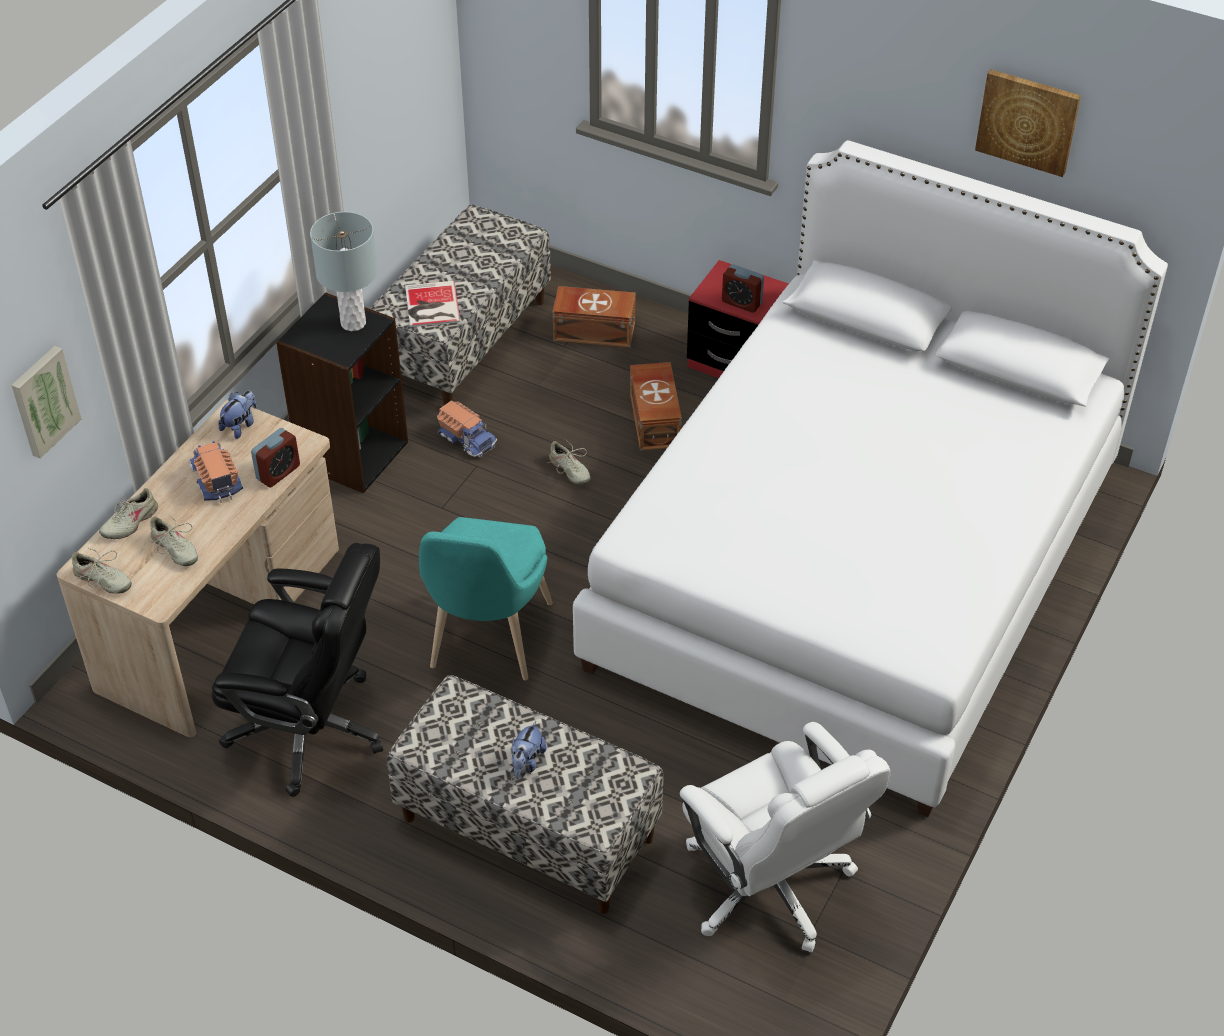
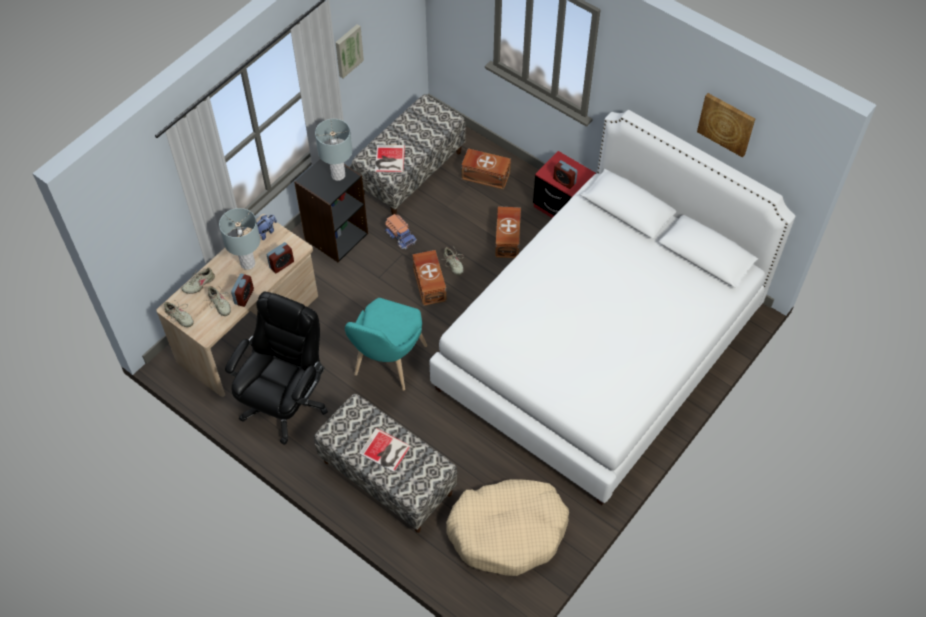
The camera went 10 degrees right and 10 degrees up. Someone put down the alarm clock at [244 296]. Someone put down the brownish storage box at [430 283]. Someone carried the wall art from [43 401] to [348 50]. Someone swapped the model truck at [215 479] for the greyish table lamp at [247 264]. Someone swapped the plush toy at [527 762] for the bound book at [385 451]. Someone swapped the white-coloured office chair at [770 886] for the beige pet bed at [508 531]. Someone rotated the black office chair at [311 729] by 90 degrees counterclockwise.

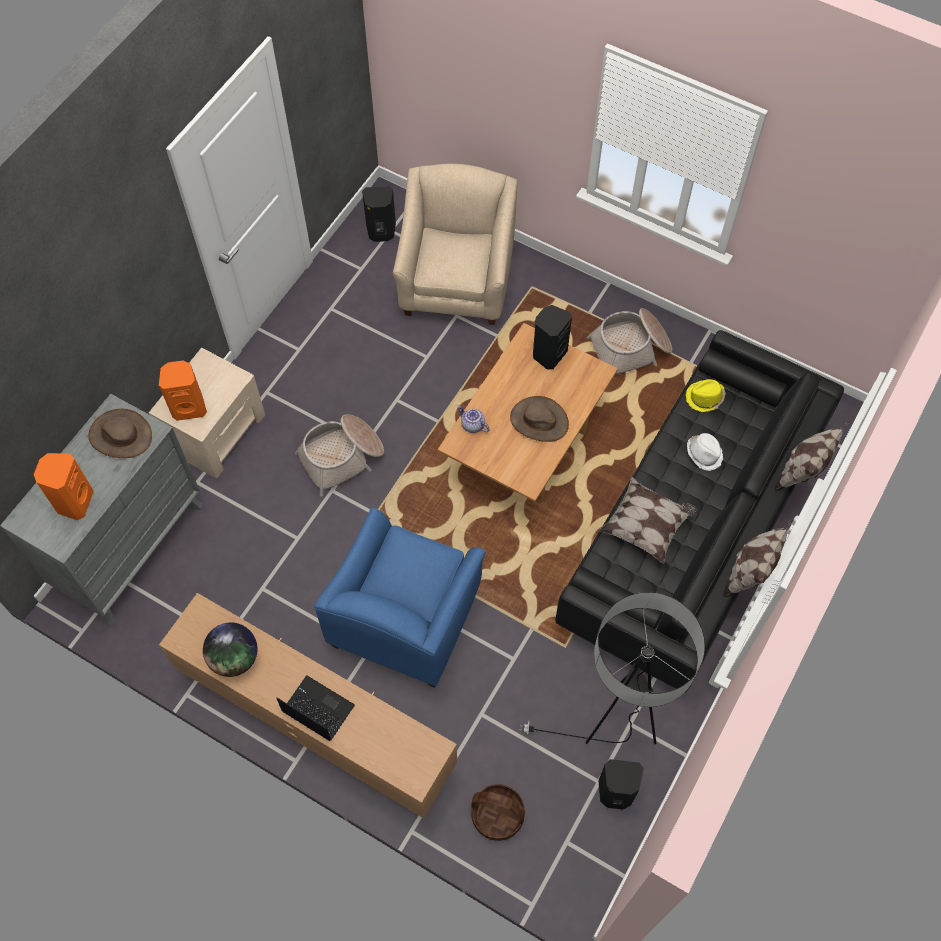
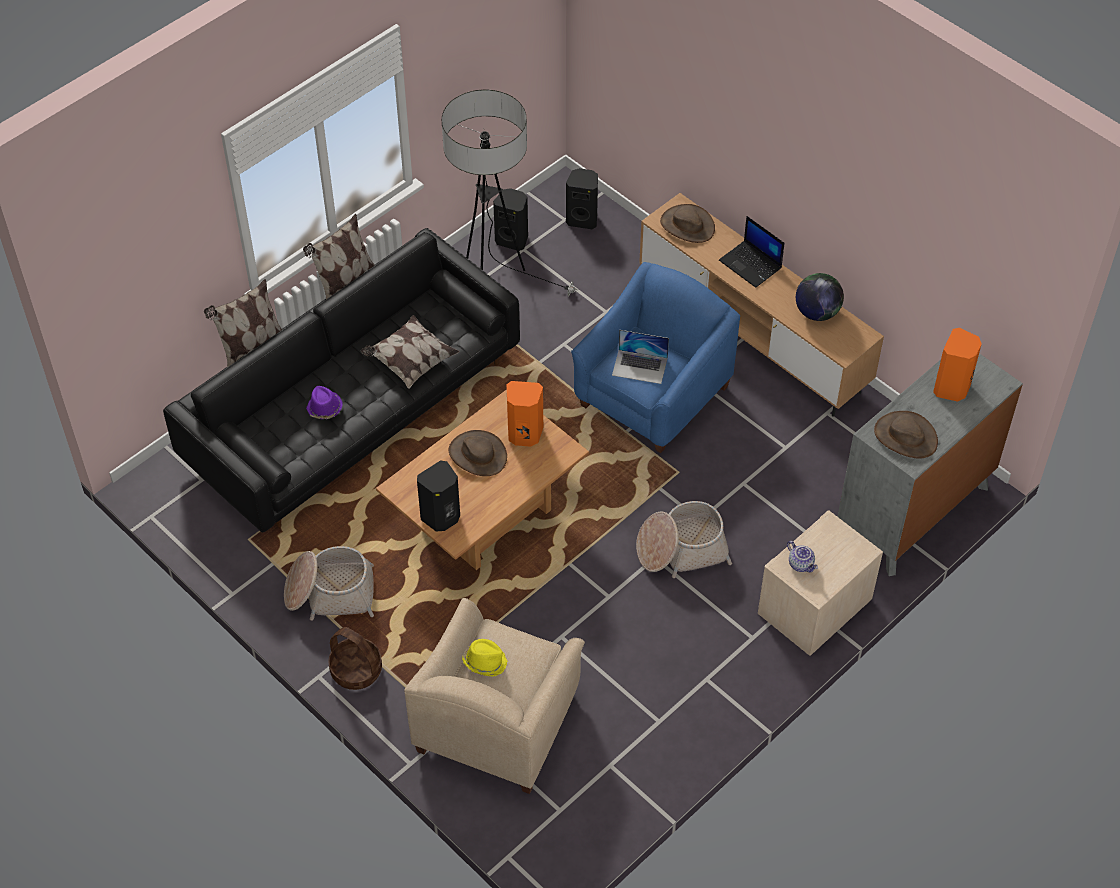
The camera went 165 degrees left and 10 degrees down. Someone put down the laptop at [640 366]. Someone put down the brownish hat at [687 225]. Someone carried the orange-coloured speaker from [189 407] to [524 434]. Someone carried the black speaker from [381 232] to [582 219]. Someone carried the teapot from [472 425] to [801 564]. Someone carried the basket from [497 815] to [357 670]. Someone carried the yellowish hat from [705 398] to [485 661]. Someone repainted the white-coloured hat at [704 454], which became the purplish hat at [324 408].

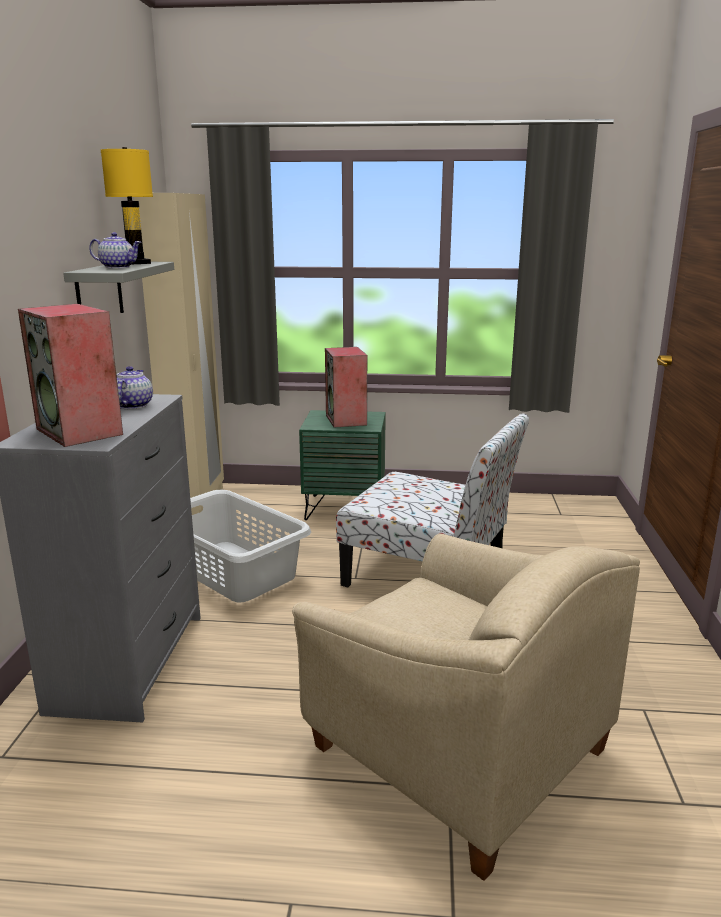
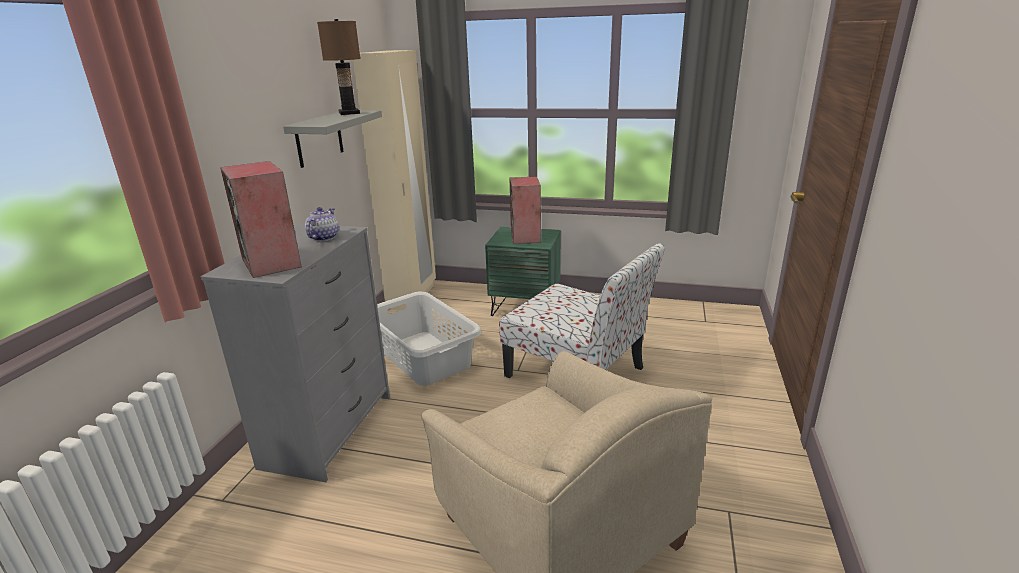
The camera went 10 degrees right and 5 degrees up. Someone took away the teapot at [118 267]. Someone repainted the yellowish table lamp at [135 263], which became the brownish table lamp at [349 113].

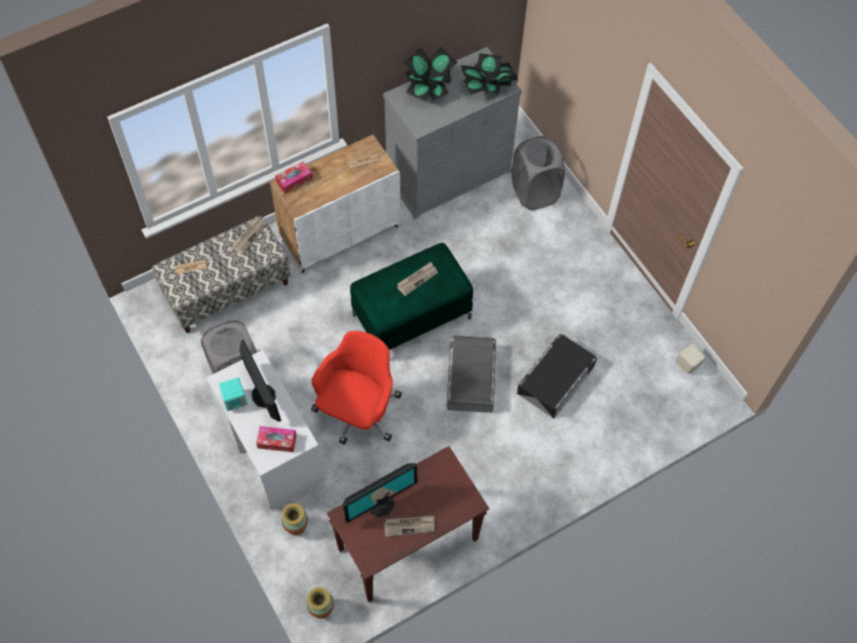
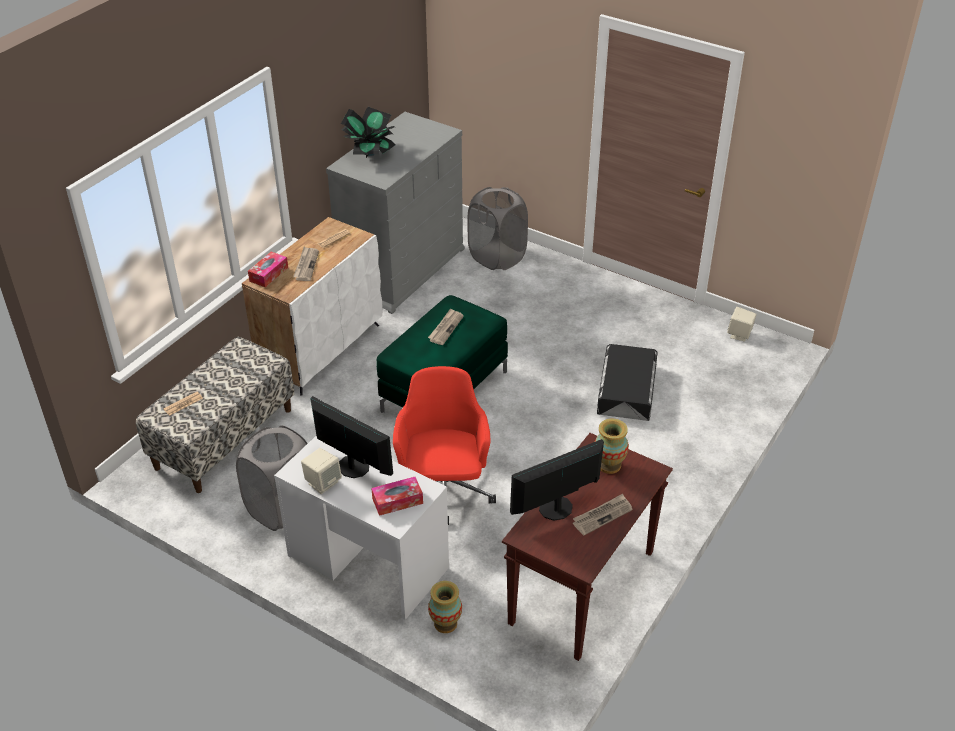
The camera went 25 degrees left and 20 degrees down. Someone took away the greyish storage box at [471 378]. Someone took away the plant in a pot at [488 89]. Someone carried the printed paper from [249 235] to [306 265]. Someone carried the flower vase from [321 609] to [609 465]. Someone repainted the turquoise-coloured speaker at [235 400], which became the beige speaker at [323 482]. Someone rotated the computer screen at [380 504] by 150 degrees counterclockwise.

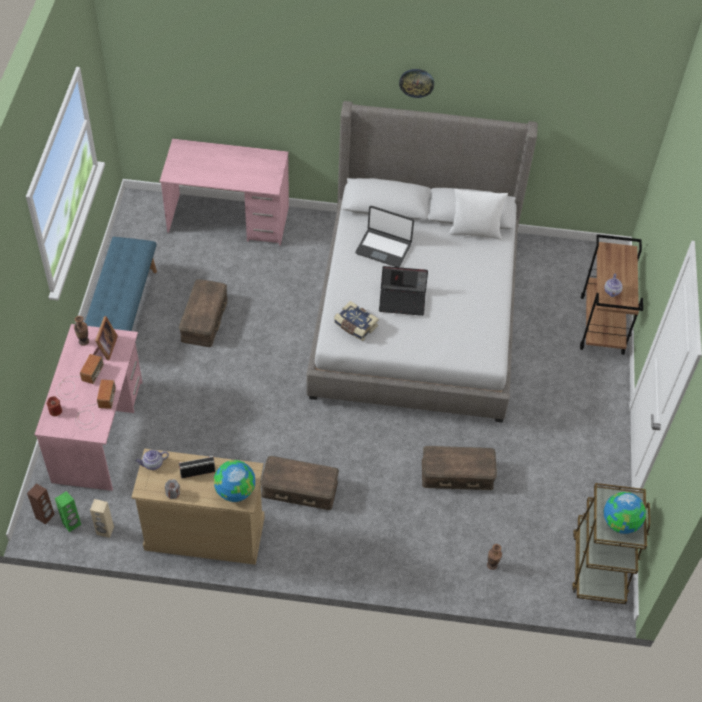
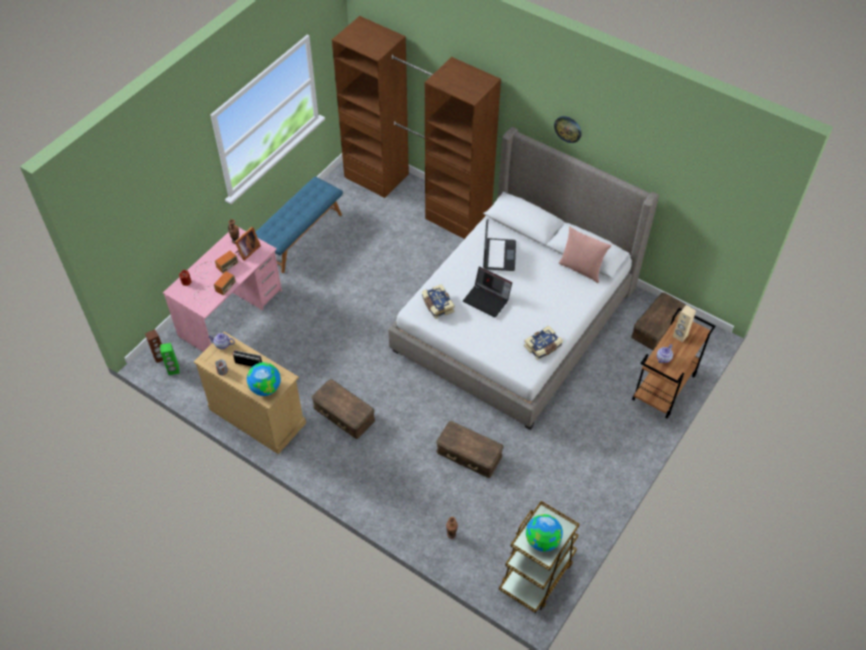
The camera went 30 degrees right and 0 degrees up. Someone put down the bound book at [543 347]. Someone carried the beige speaker from [105 531] to [680 336]. Someone carried the brownish storage box from [203 319] to [656 326]. Someone swapped the pink-coloured desk unit at [228 220] for the brownish wardrobe at [417 196]. Someone repainted the white-coloured pillow at [475 231], which became the pink-coloured pillow at [581 269]. Someone rotated the laptop at [383 248] by 135 degrees counterclockwise.

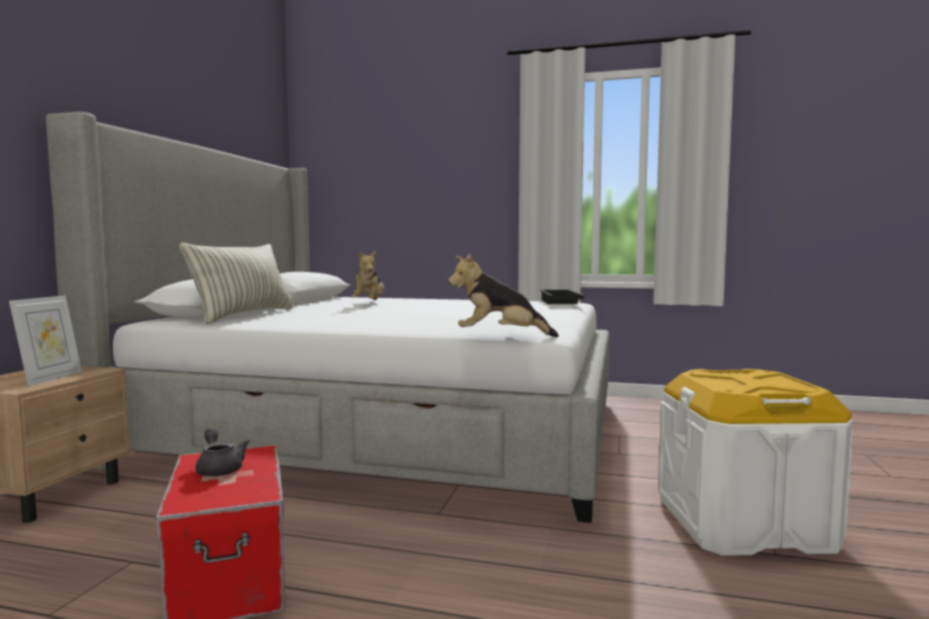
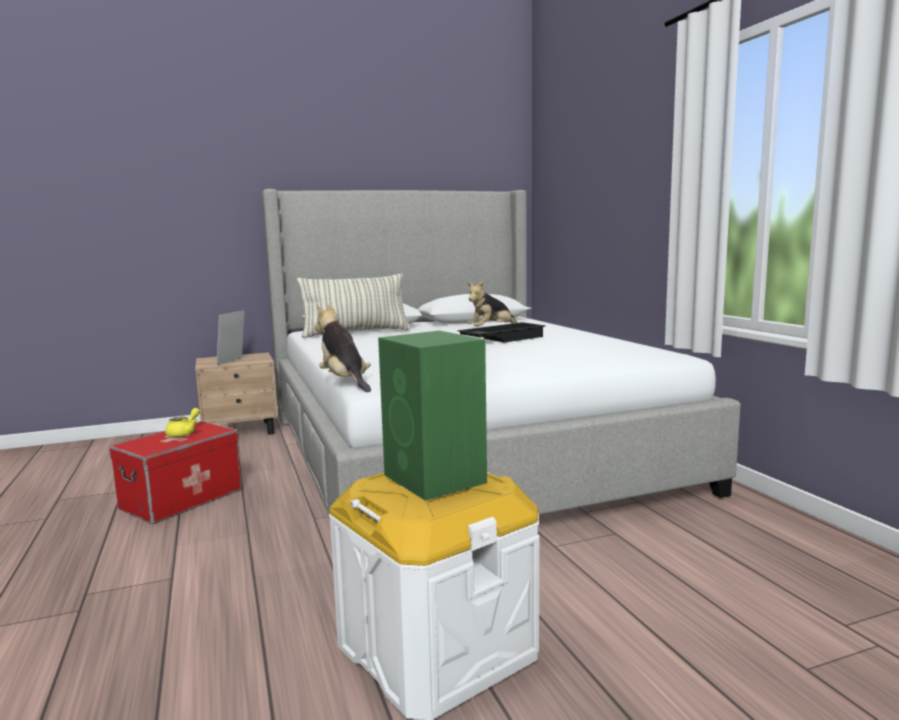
The camera went 55 degrees right and 5 degrees up. Someone put down the green-coloured speaker at [436 479]. Someone carried the black carrying tray from [559 303] to [502 339]. Someone repainted the greyish teapot at [219 468], which became the yellowish teapot at [184 433]. Someone rotated the standing frame at [50 378] by 135 degrees clockwise.

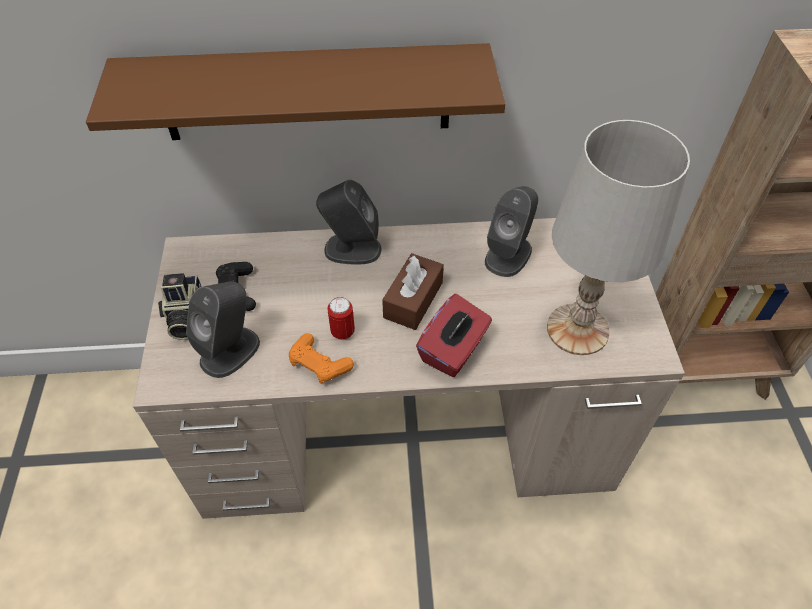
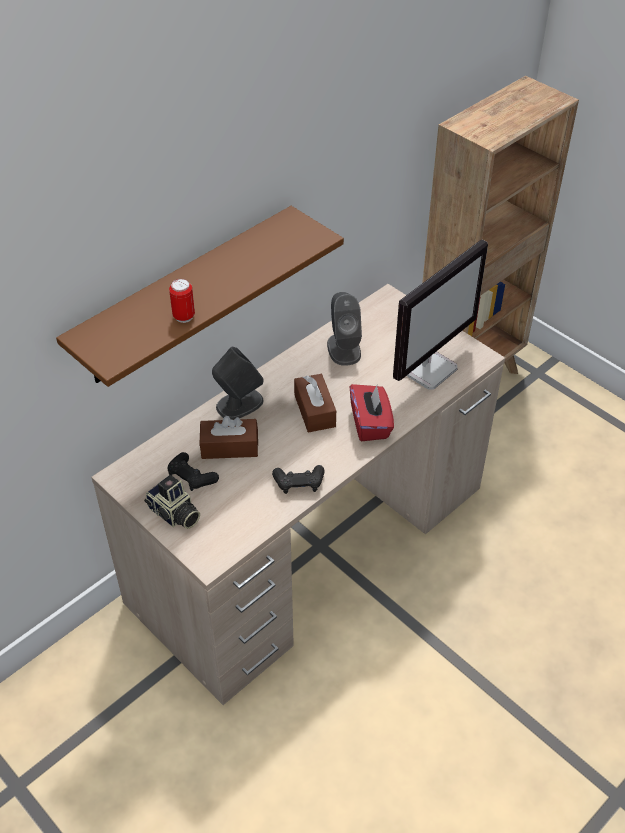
The camera went 40 degrees left and 5 degrees down. Someone took away the greyish speaker at [230 351]. Someone put down the brownish tissue holder at [229 447]. Someone carried the sealed can from [343 332] to [184 317]. Someone swapped the white-coloured table lamp at [578 329] for the computer screen at [427 368]. Someone repainted the orange-coloured game controller at [319 364], which became the black game controller at [299 483].

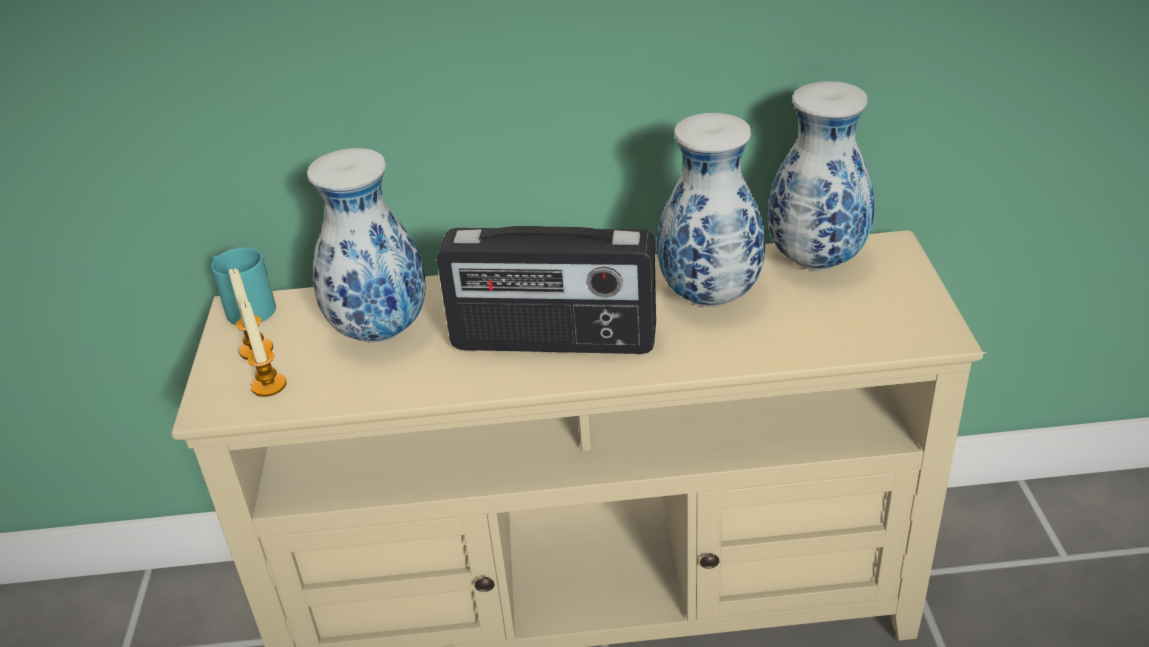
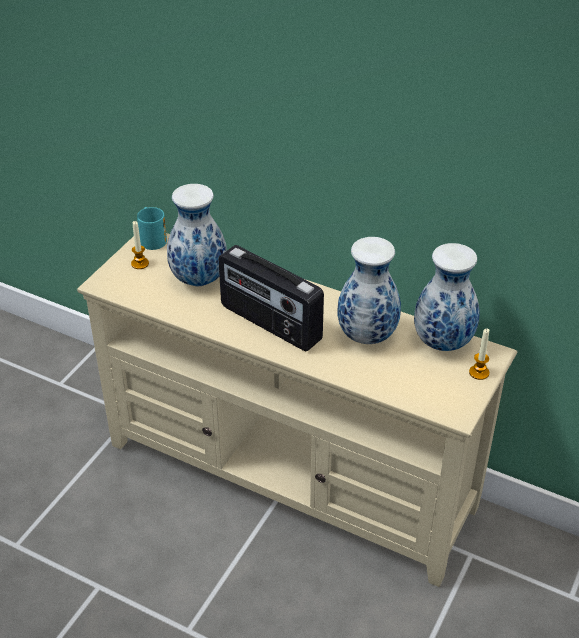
The camera went 30 degrees right and 5 degrees up. Someone carried the wax light from [269 385] to [479 372].

